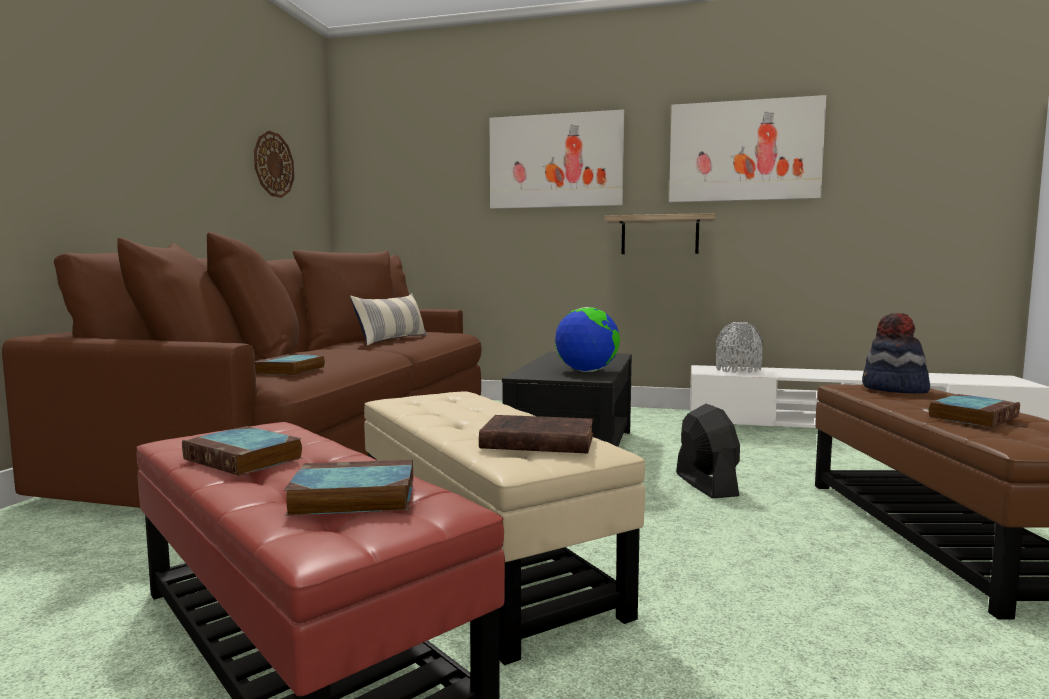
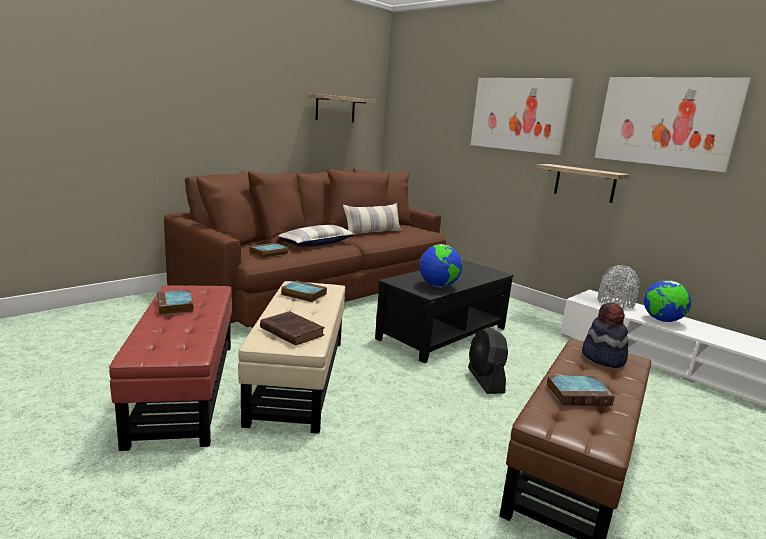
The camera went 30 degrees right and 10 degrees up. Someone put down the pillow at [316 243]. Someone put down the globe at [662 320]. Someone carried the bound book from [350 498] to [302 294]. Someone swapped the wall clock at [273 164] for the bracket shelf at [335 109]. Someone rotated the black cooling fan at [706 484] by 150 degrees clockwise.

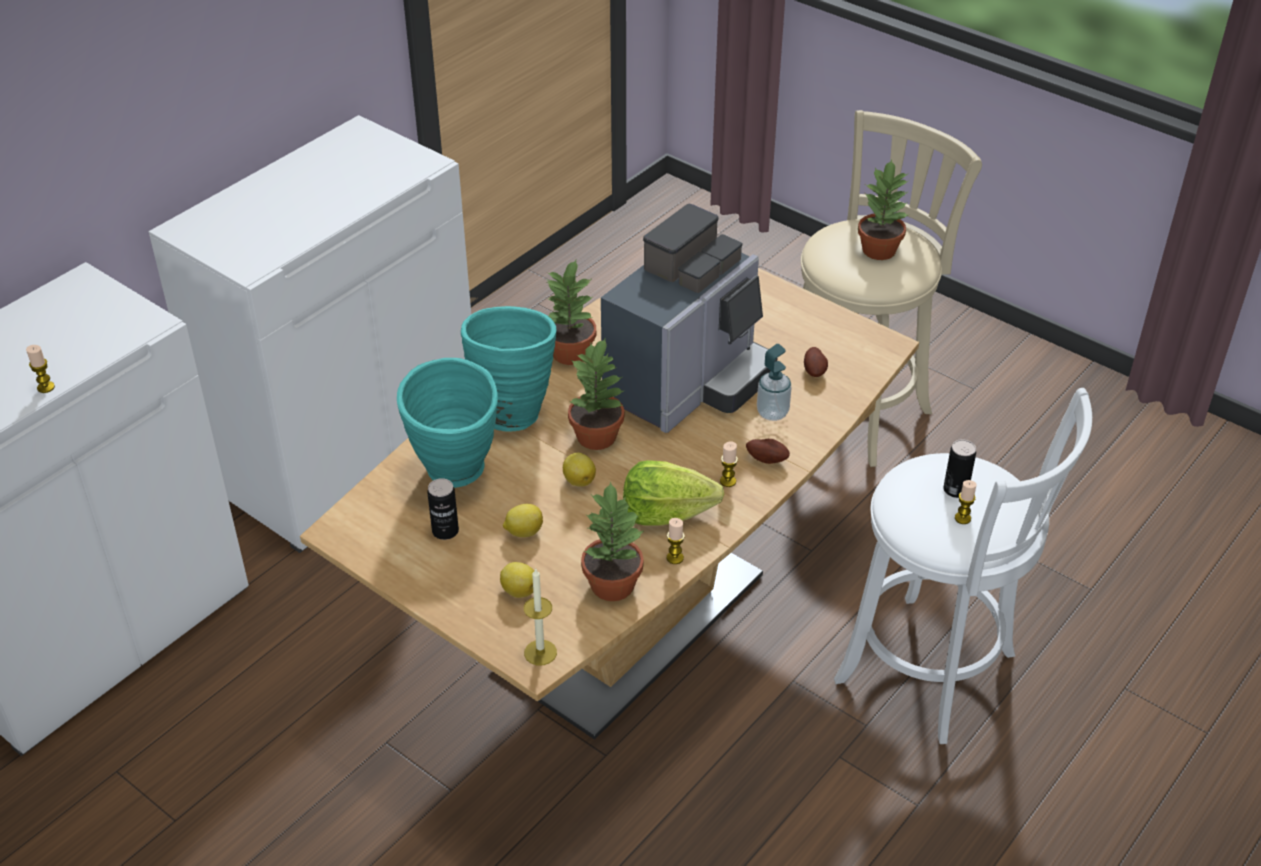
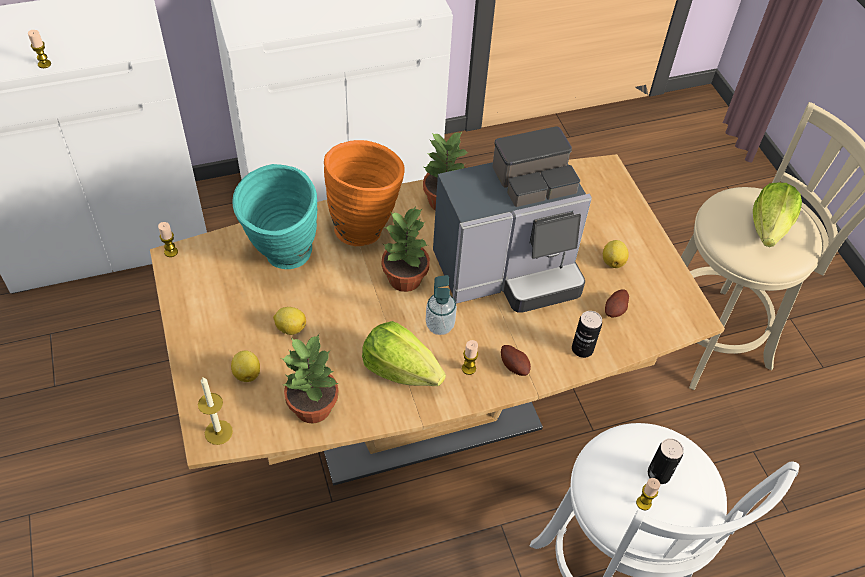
The camera went 30 degrees right and 10 degrees up. Someone carried the sealed can from [445 531] to [582 349]. Someone carried the whole lemon from [579 480] to [613 261]. Someone carried the wax light from [675 558] to [171 252]. Someone carried the liquid soap bottle from [772 413] to [439 325]. Someone swapped the plant in a pot at [880 250] for the lettuce head at [769 228]. Someone repainted the turquoise-coloured flower vase at [512 410], which became the orange-coloured flower vase at [365 226].

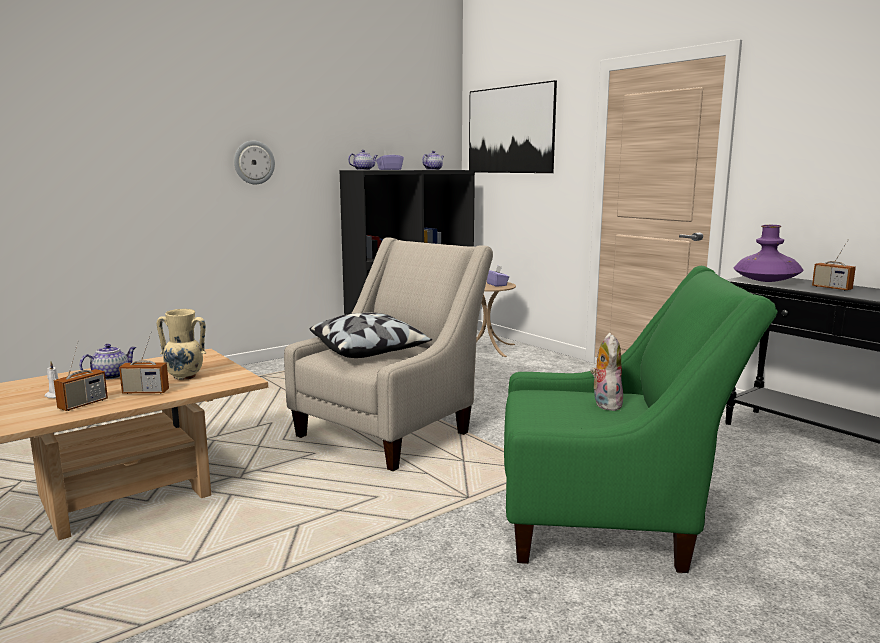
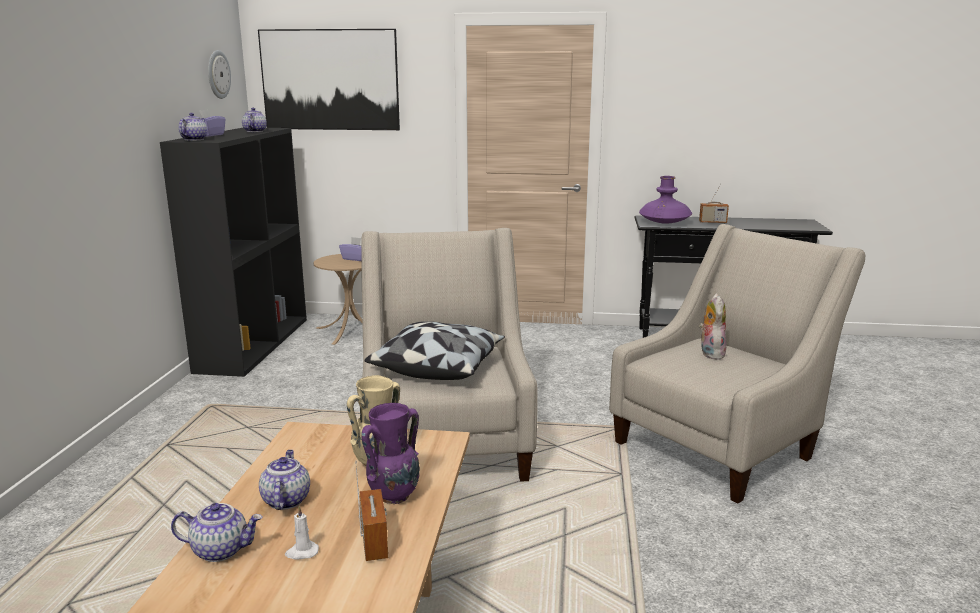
The camera went 45 degrees left and 5 degrees up. Someone put down the teapot at [221 550]. Someone carried the wall clock from [254 162] to [218 74]. Someone swapped the radio set at [145 392] for the purplish flower vase at [393 496]. Someone repainted the green-coloured armchair at [609 520], which became the beige armchair at [720 446]. Someone rotated the plush toy at [605 404] by 45 degrees clockwise.

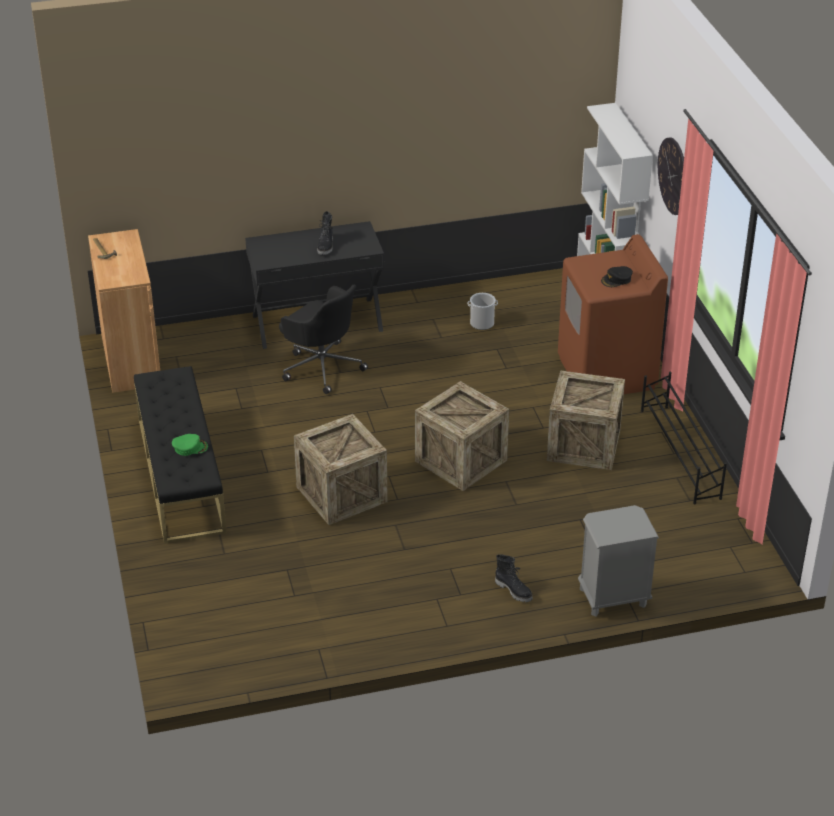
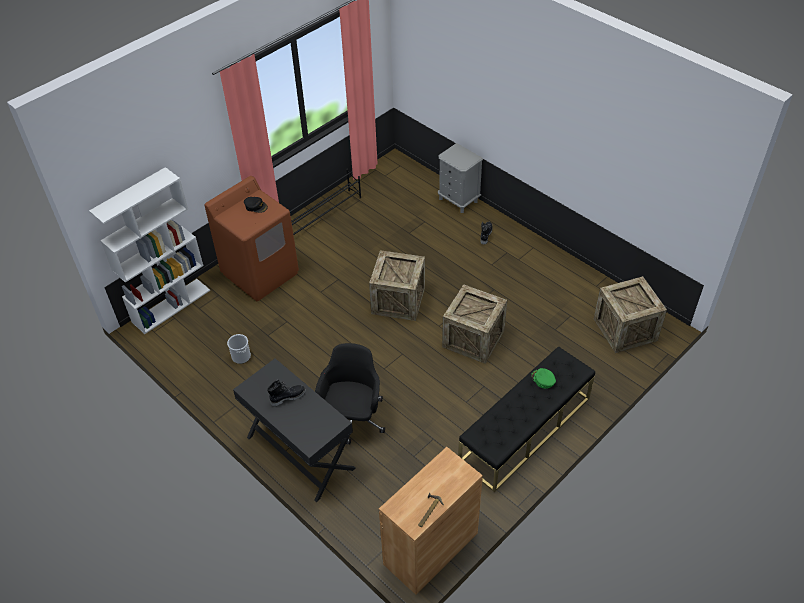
The camera went 120 degrees left and 10 degrees up. Someone took away the wall clock at [673 176]. Someone carried the crate from [583 445] to [625 329].

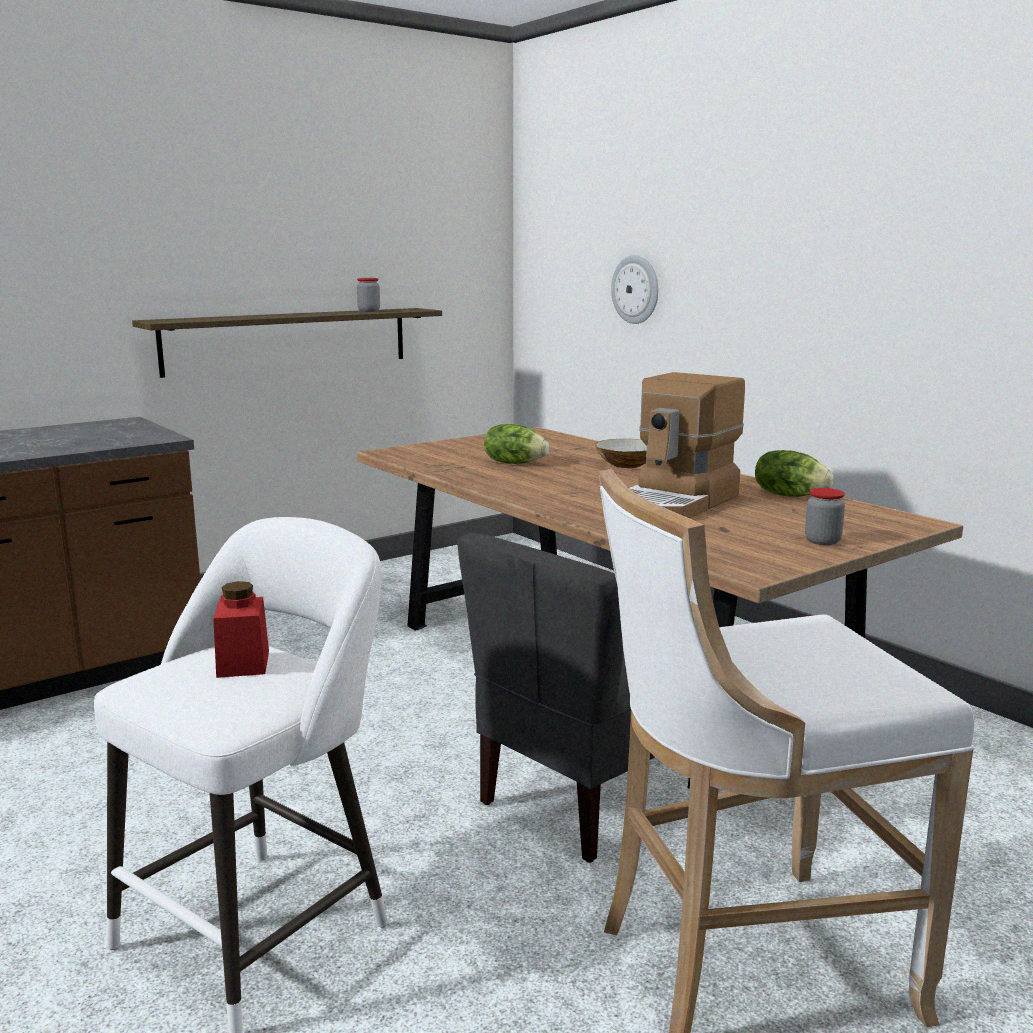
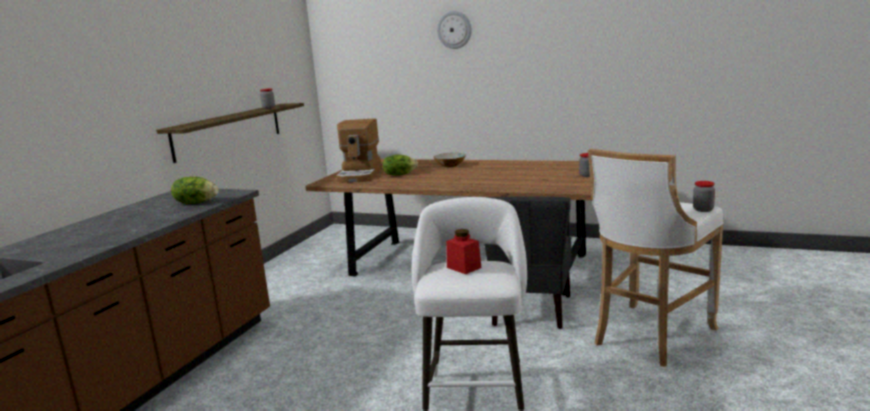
The camera went 30 degrees left and 0 degrees up. Someone put down the preserve jar at [703 210]. Someone carried the wall clock from [636 289] to [454 30]. Someone carried the coffee maker from [676 503] to [360 175]. Someone carried the lettuce head from [789 495] to [196 202].

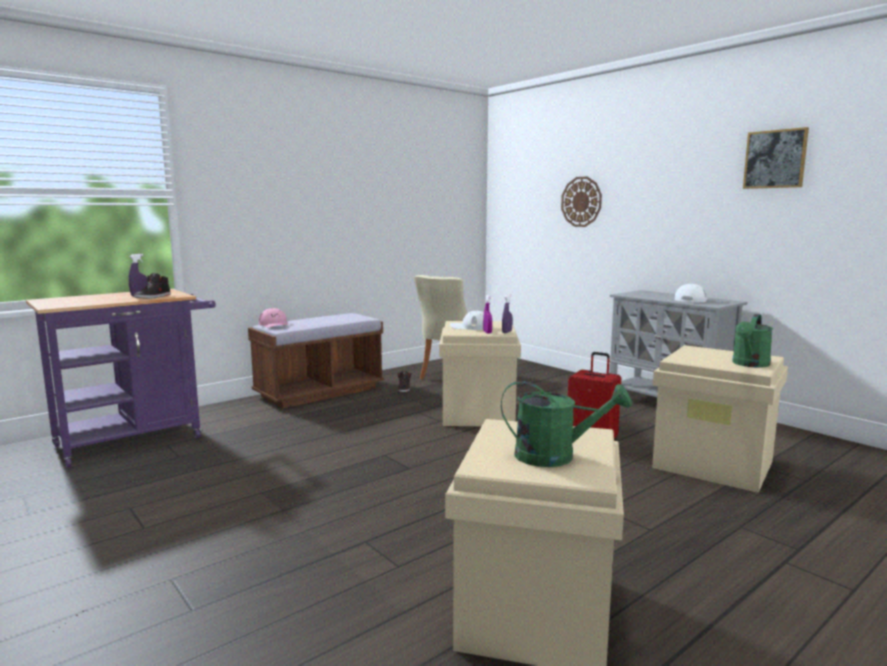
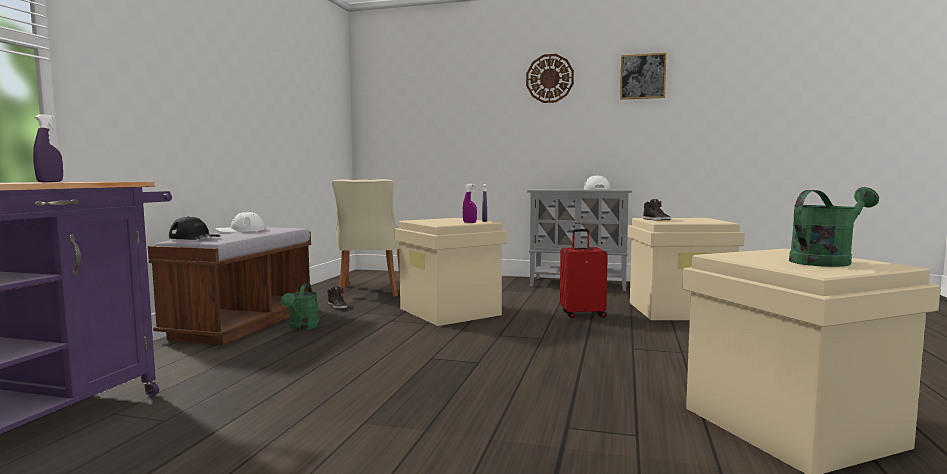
The camera went 35 degrees left and 5 degrees down. Someone carried the black item of footwear from [153 297] to [656 220]. Someone carried the white-coloured cap from [470 327] to [240 230]. Someone carried the wall clock from [581 202] to [549 78]. Someone carried the green-coloured watering can from [749 364] to [302 327]. Someone repainted the pink-coloured cap at [274 324], which became the black cap at [194 237].

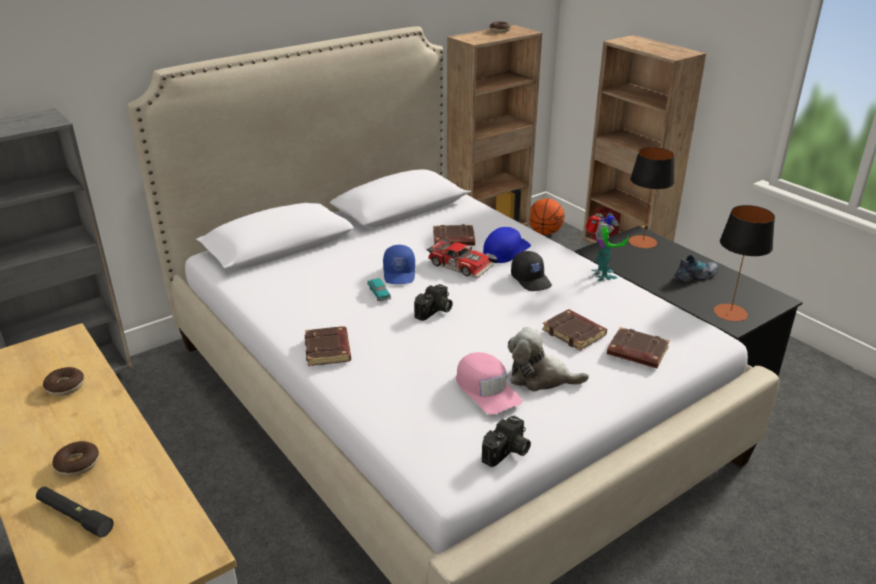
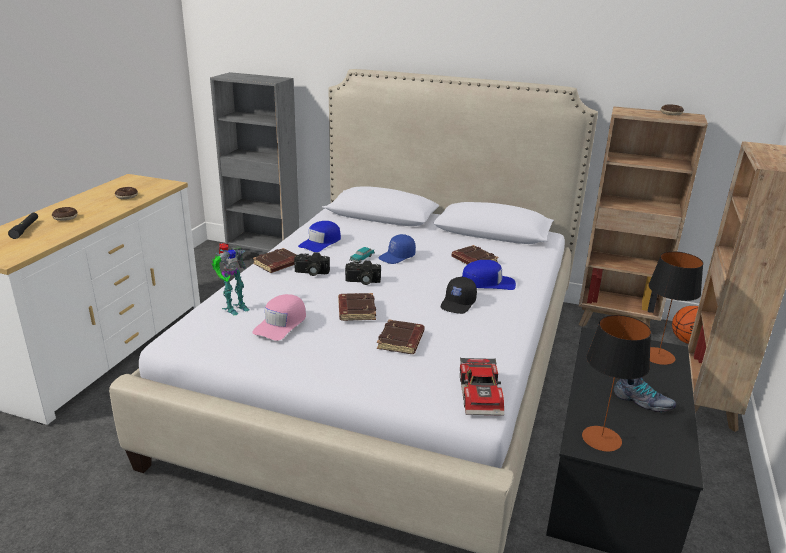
The camera went 55 degrees right and 5 degrees down. Someone took away the plush toy at [540 378]. Someone put down the blue-coloured cap at [321 242]. Someone carried the toy car from [460 264] to [482 394]. Someone carried the photo camera from [507 452] to [311 272]. Someone carried the robot figure from [601 275] to [233 307]. Someone carried the brownish bound book from [636 352] to [356 310].

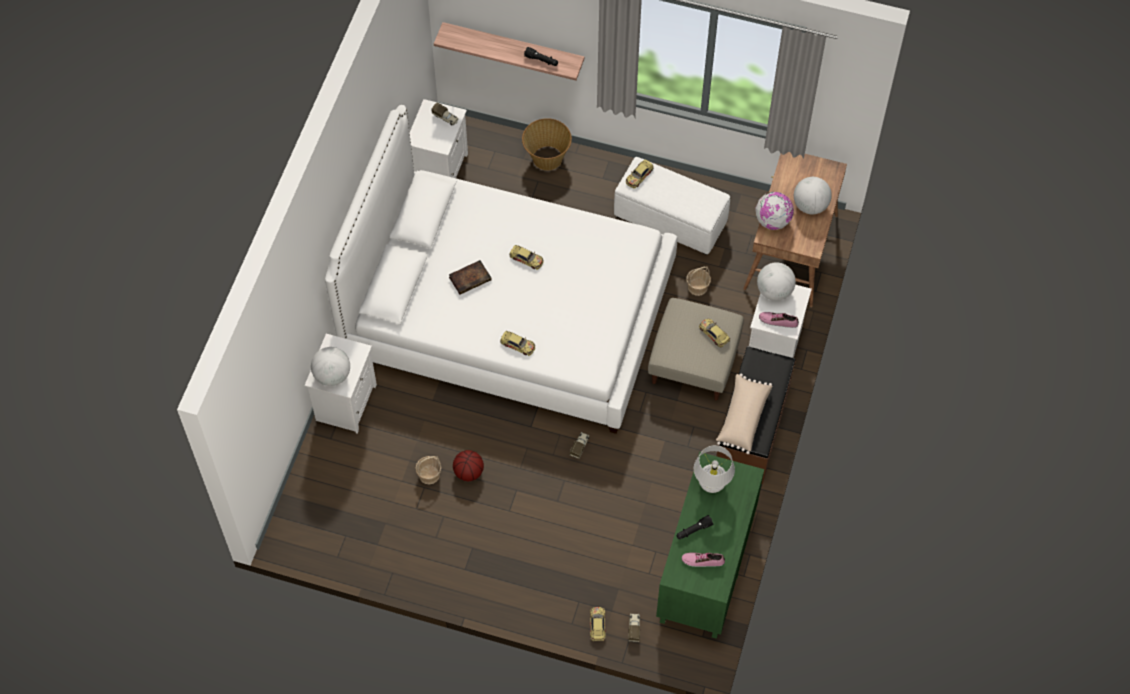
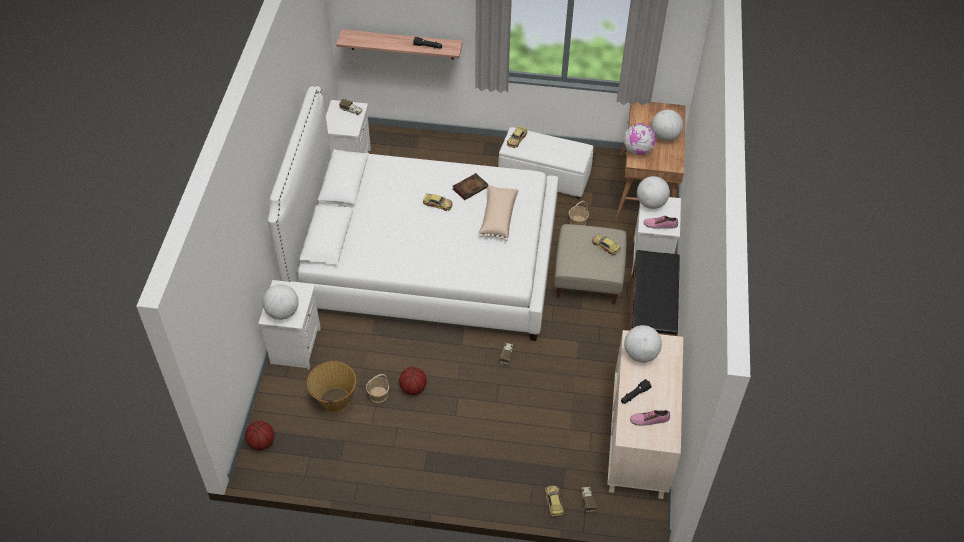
The camera went 10 degrees left and 10 degrees down. Someone took away the toy car at [518 344]. Someone put down the ball for basketball at [261 442]. Someone carried the bound book from [470 278] to [470 187]. Someone carried the basket from [547 158] to [334 400]. Someone carried the beige pillow from [742 417] to [497 217]. Someone swapped the white-coloured table lamp at [712 483] for the globe at [640 354]. Someone repainted the green-coloured drawer chest at [706 568], which became the beige drawer chest at [638 439].

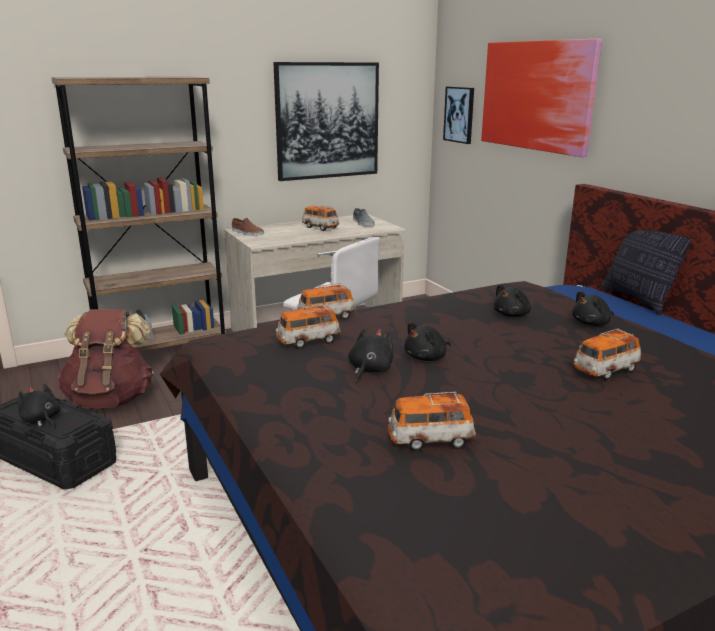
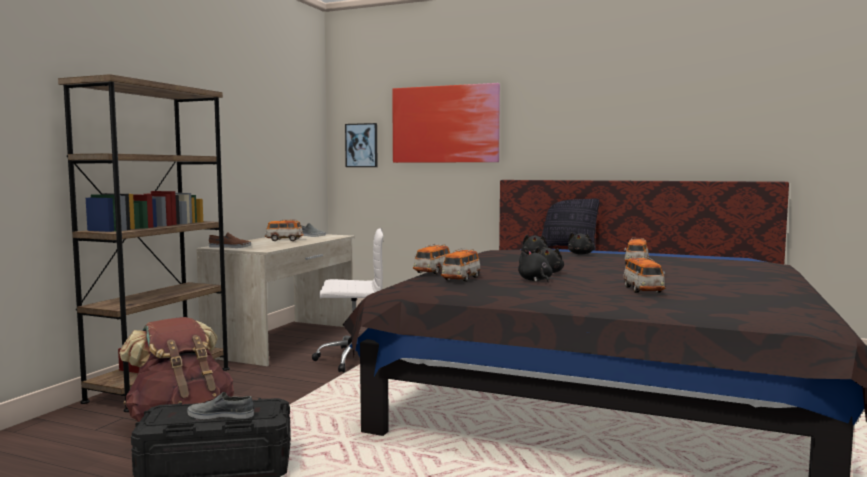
The camera went 40 degrees left and 15 degrees down. Someone took away the wall art at [327 121]. Someone swapped the black plush toy at [41 420] for the greyish item of footwear at [221 415]. Someone rotated the toy car at [430 440] by 45 degrees counterclockwise.

